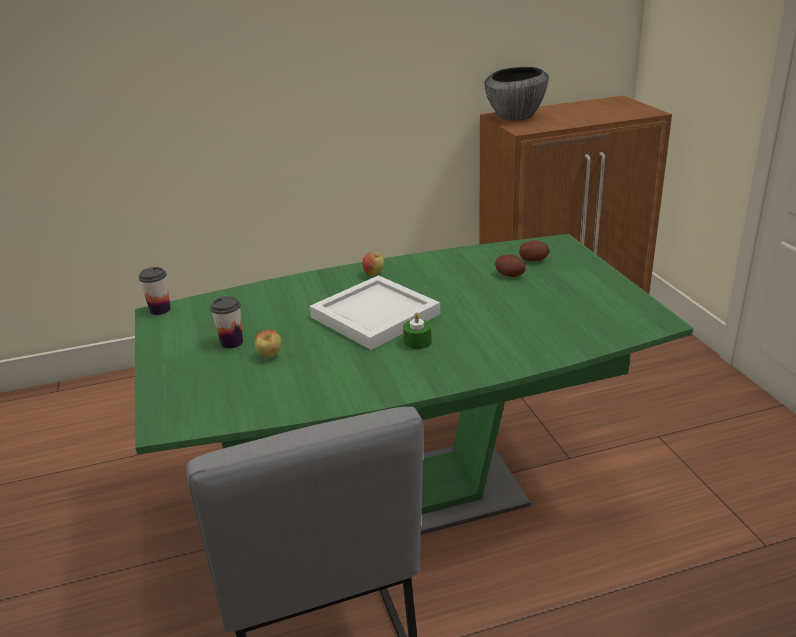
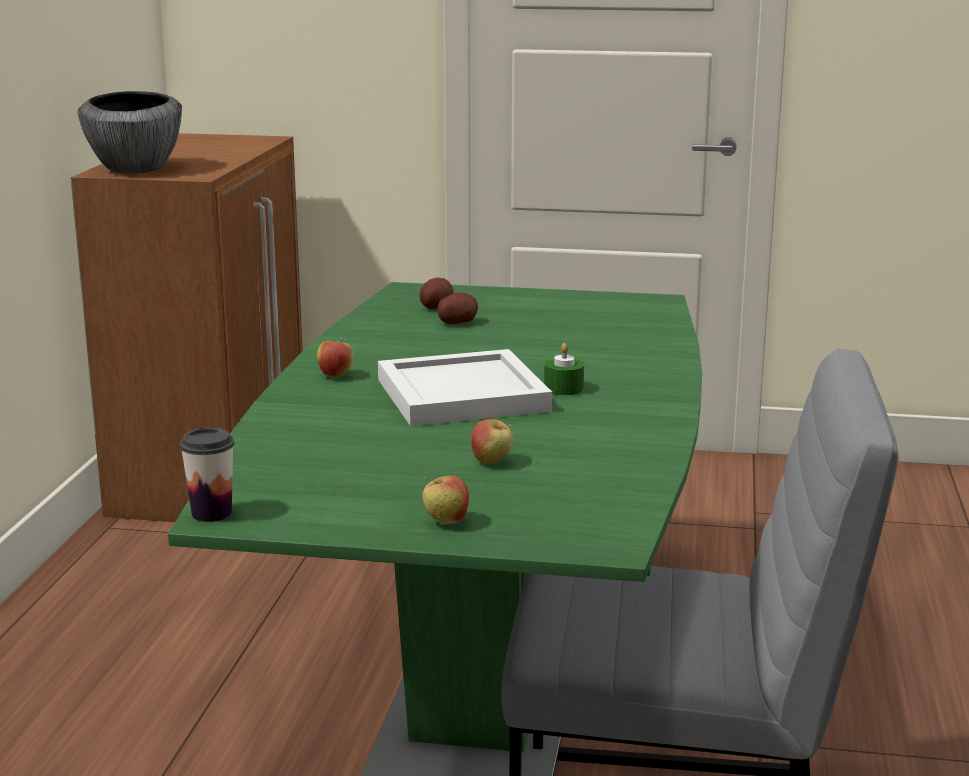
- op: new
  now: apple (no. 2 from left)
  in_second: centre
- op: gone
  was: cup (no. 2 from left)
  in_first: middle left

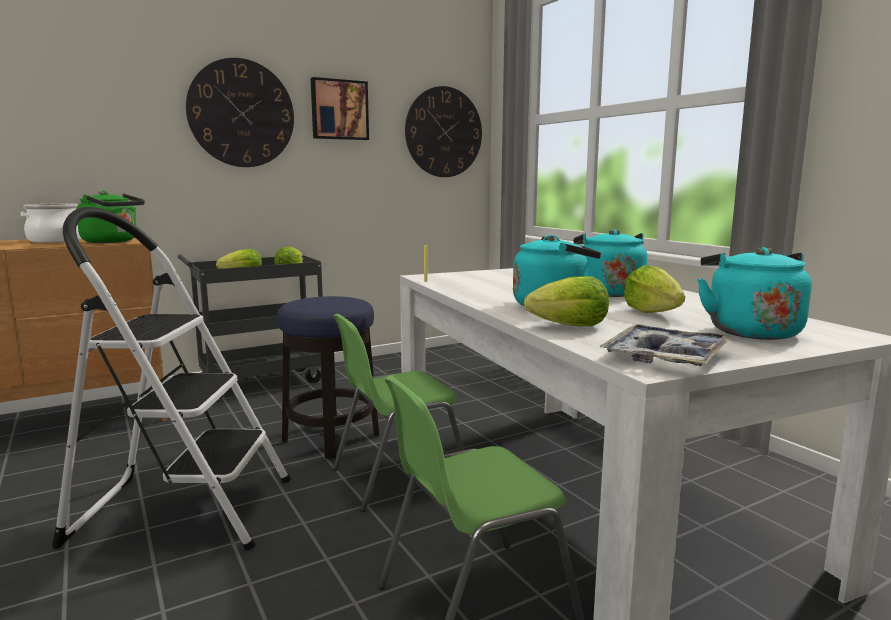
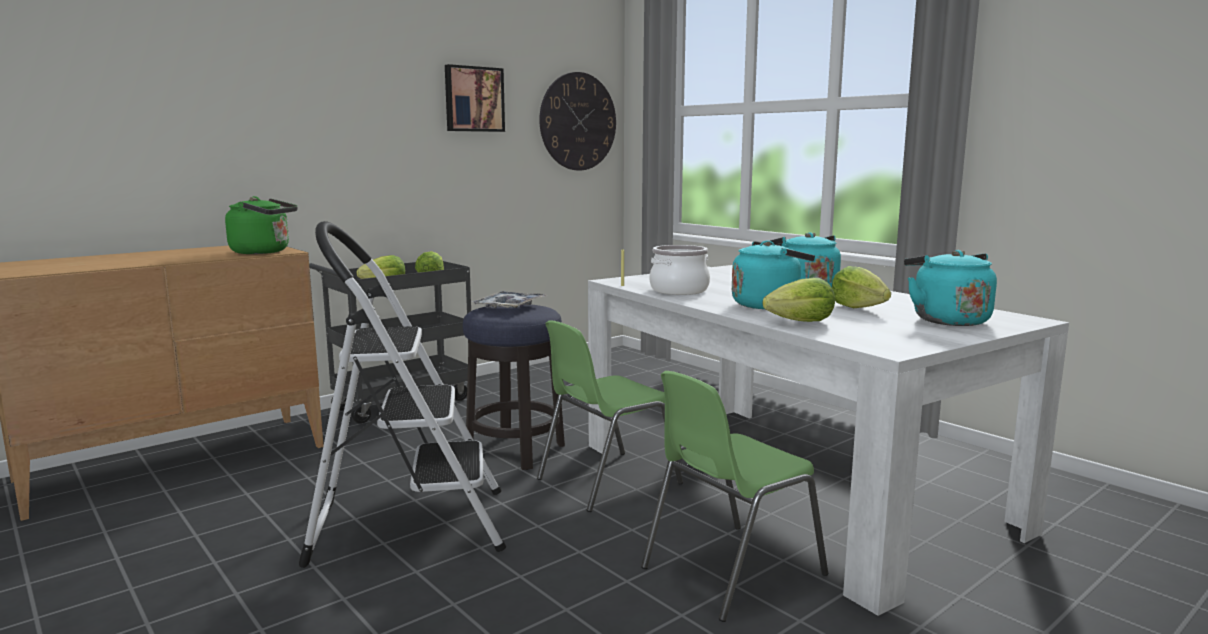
- op: shifted
  was: tray
  in_first: middle right
  in_second: centre
- op: shifted
  was: cooking pot
  in_first: middle left
  in_second: centre
- op: gone
  was: wall clock (no. 1 from left)
  in_first: top left

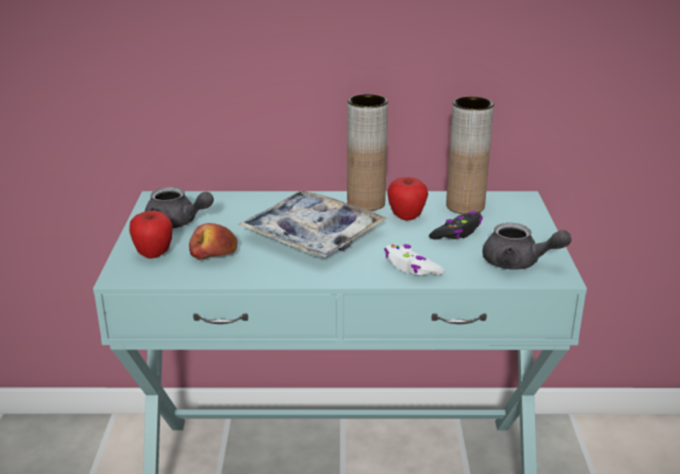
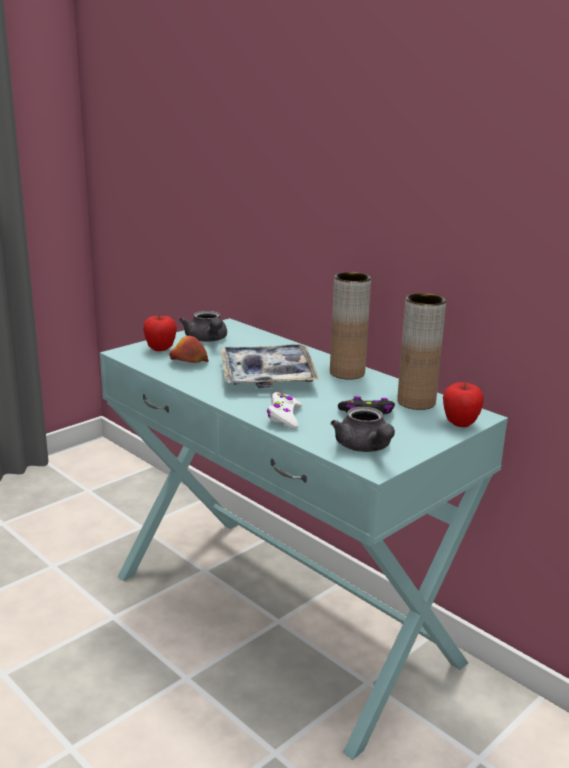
- op: shifted
  was: apple (no. 3 from left)
  in_first: centre
  in_second: middle right

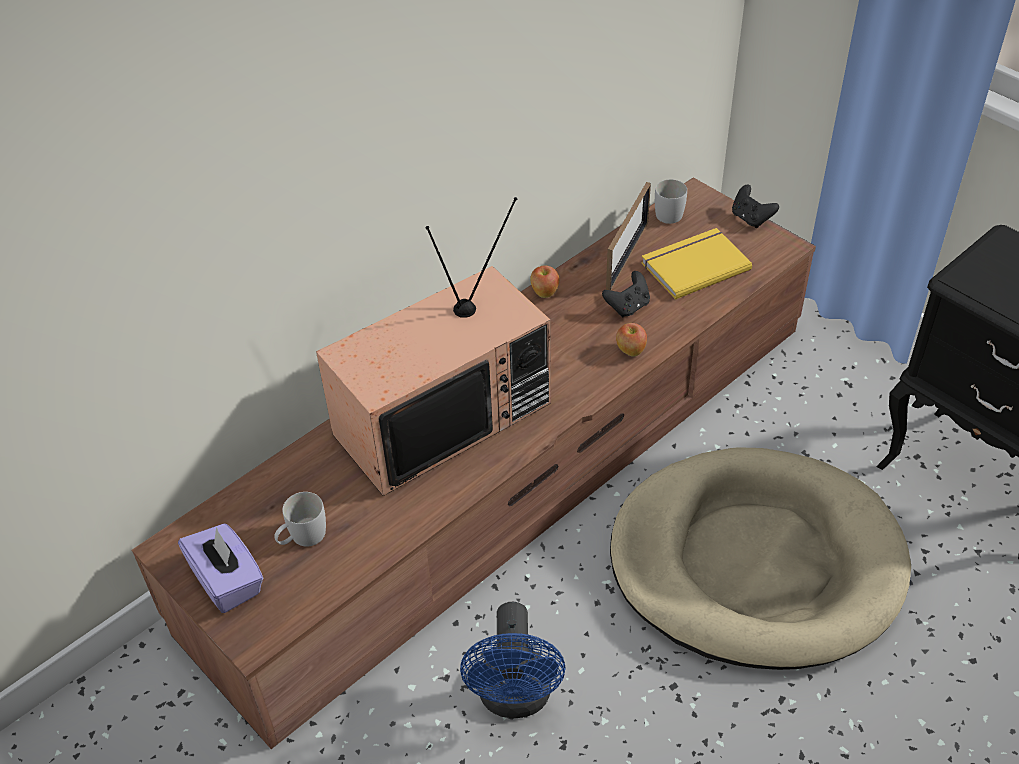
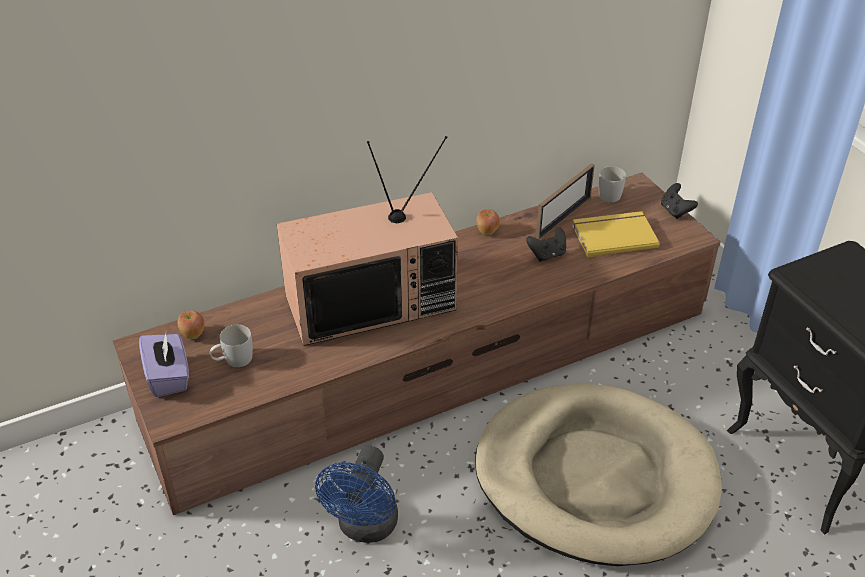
- op: shifted
  was: apple (no. 2 from left in the first image)
  now: apple (no. 1 from left)
  in_first: centre
  in_second: middle left

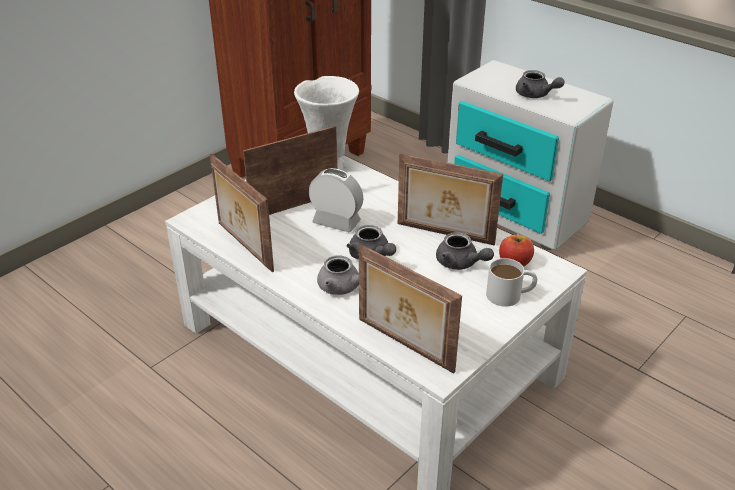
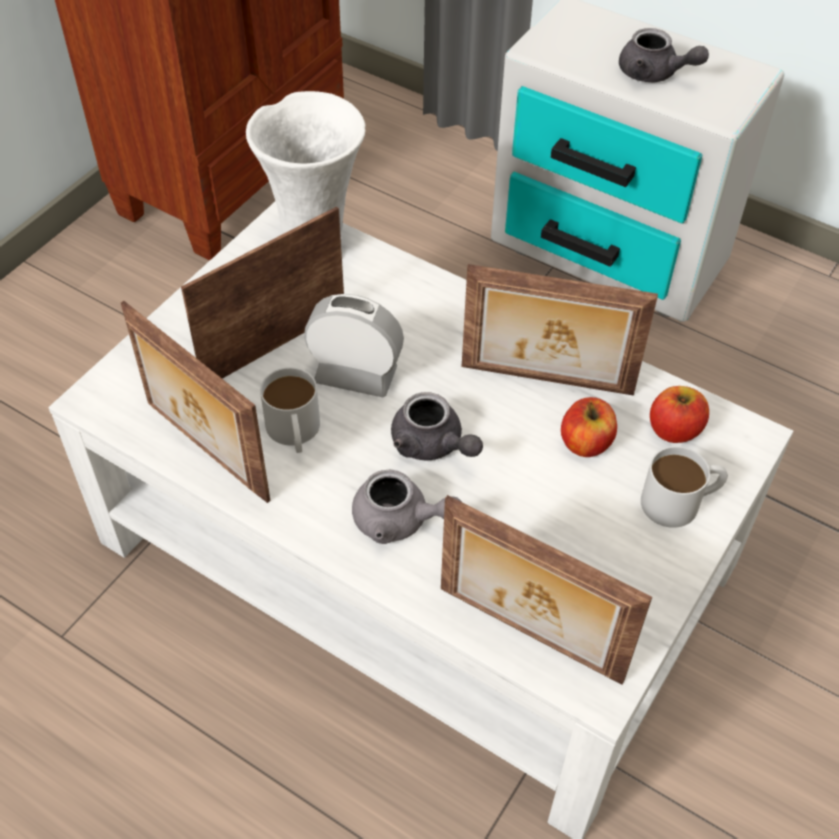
- op: new
  now: white mug (no. 1 from left)
  in_second: centre
- op: swapped
  was: grey teapot (no. 3 from left)
  now: apple (no. 1 from left)
  in_first: centre
  in_second: middle right

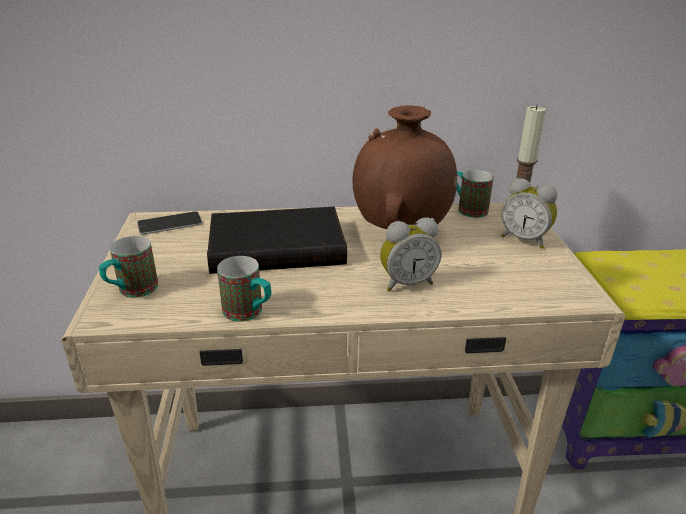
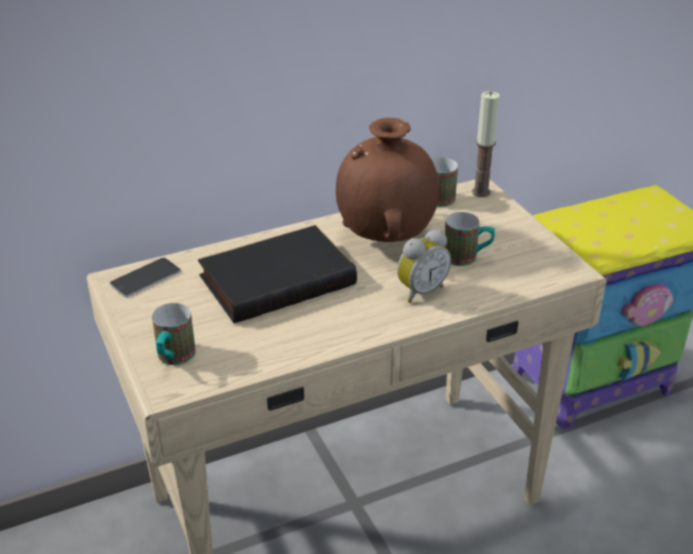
- op: shifted
  was: mug (no. 2 from left in the first image)
  now: mug (no. 3 from left)
  in_first: centre
  in_second: middle right
- op: gone
  was: alarm clock (no. 2 from left)
  in_first: middle right

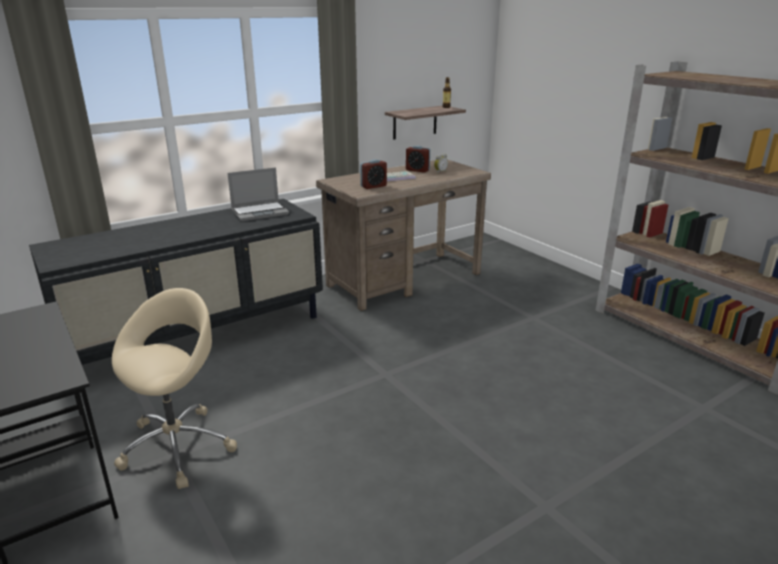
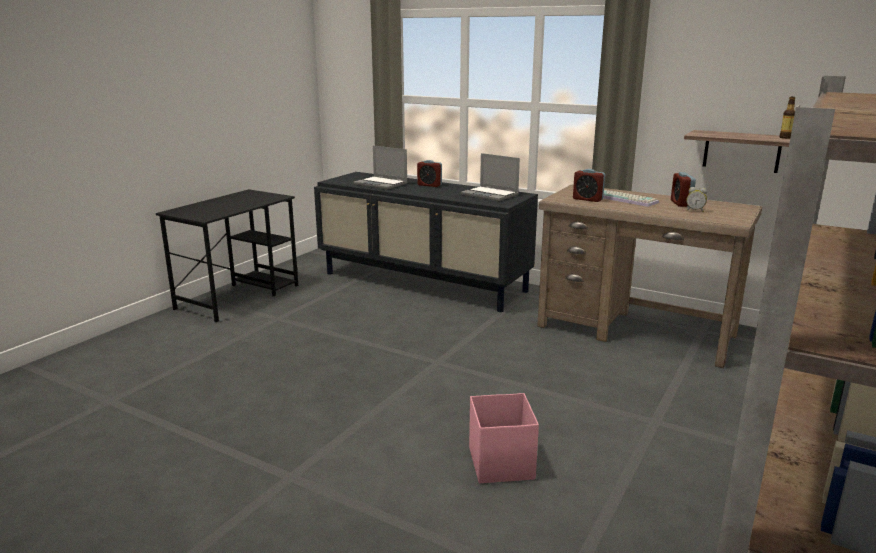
- op: new
  now: laptop (no. 1 from left)
  in_second: top centre
- op: new
  now: alarm clock (no. 1 from left)
  in_second: top centre
- op: new
  now: pink storage box
  in_second: bottom centre
- op: gone
  was: beige office chair
  in_first: bottom left

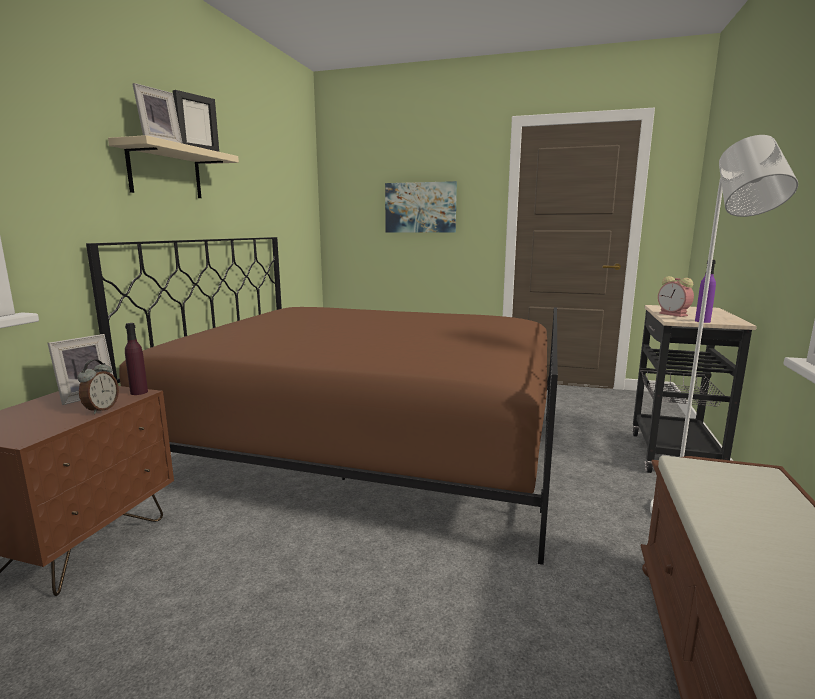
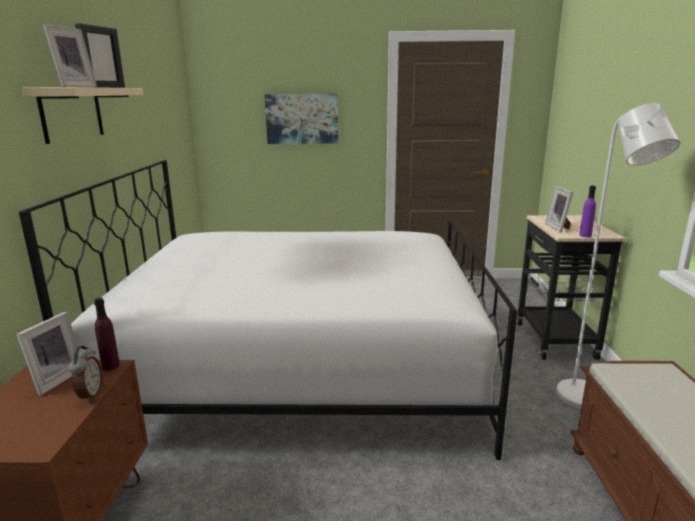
- op: repainted
  was: brown bed
  now: white bed
  in_first: centre
  in_second: centre
- op: swapped
  was: alarm clock (no. 2 from left)
  now: picture frame (no. 4 from left)
  in_first: middle right
  in_second: middle right

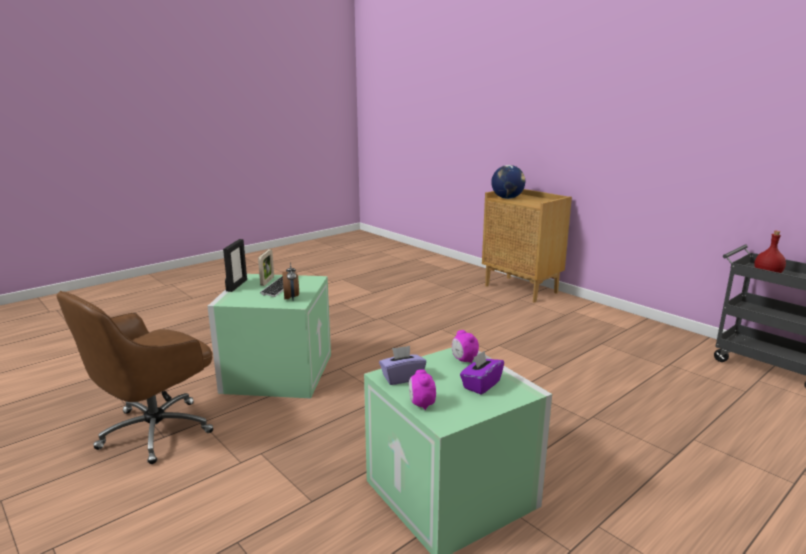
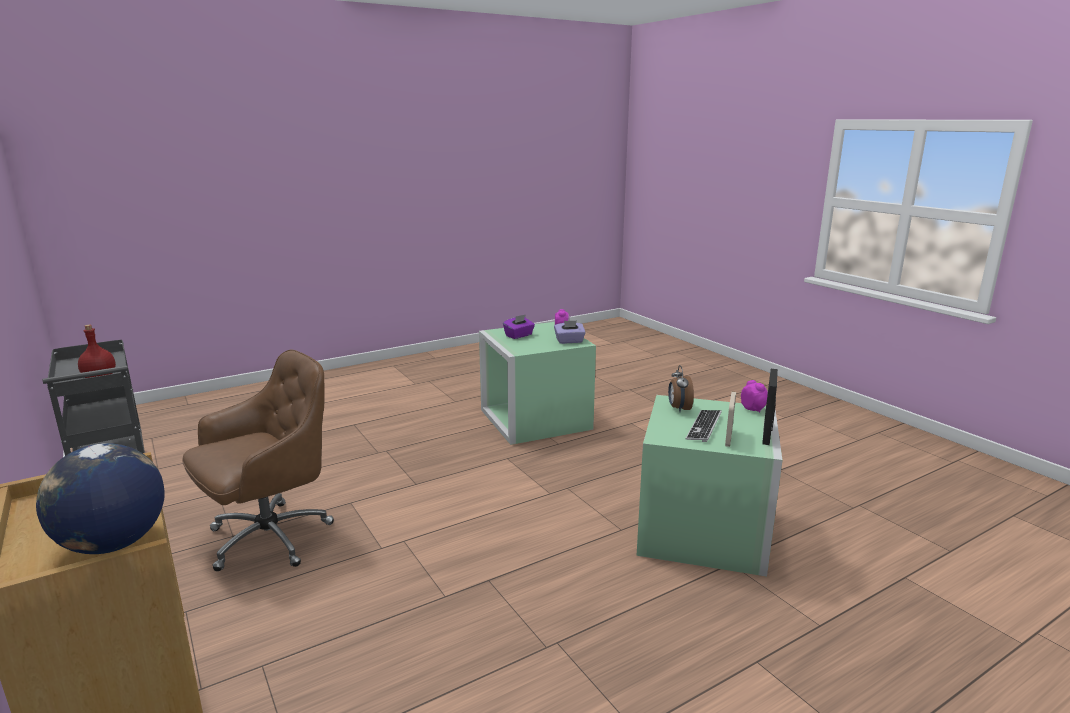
- op: shifted
  was: brown office chair
  in_first: bottom left
  in_second: middle left
- op: shifted
  was: alarm clock (no. 3 from left)
  in_first: centre
  in_second: middle right

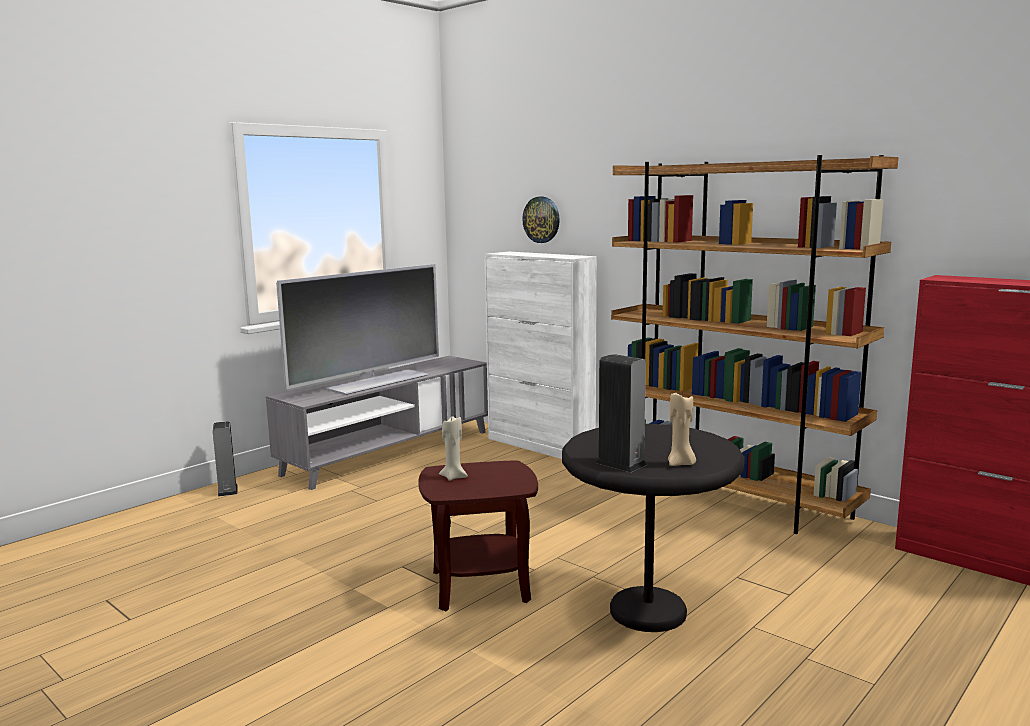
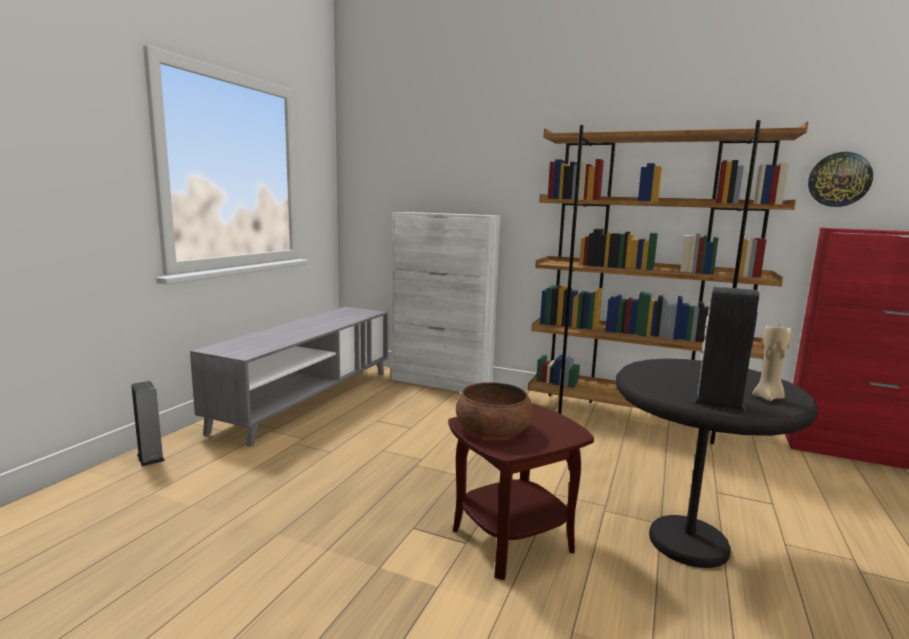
- op: swapped
  was: beige candle (no. 1 from left)
  now: brown bowl
  in_first: centre
  in_second: centre
- op: shifted
  was: wall clock
  in_first: top centre
  in_second: top right
- op: gone
  was: television
  in_first: centre

